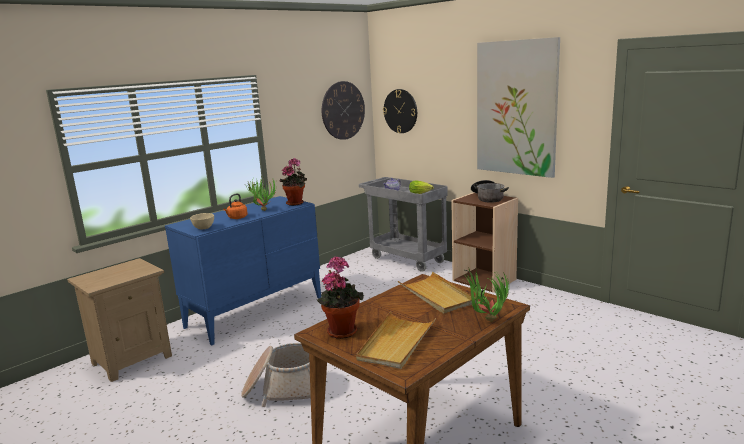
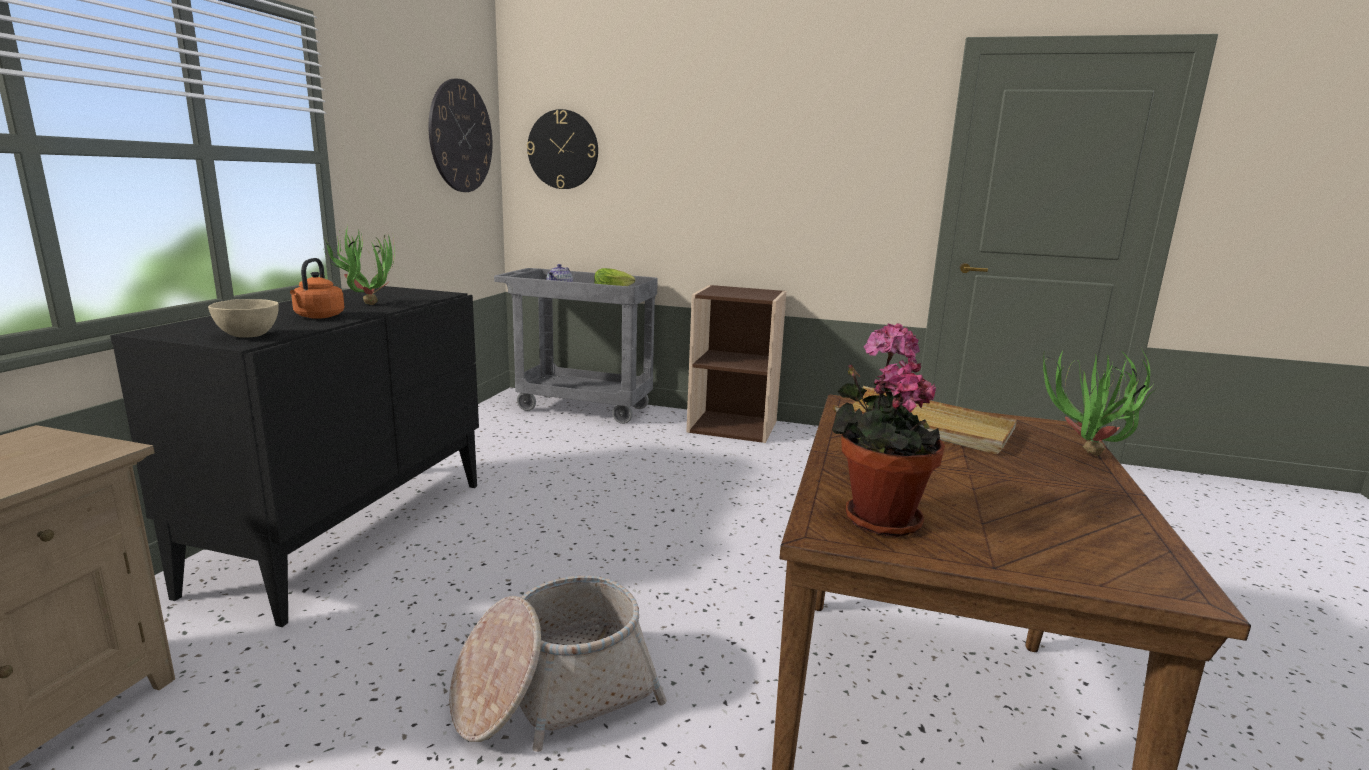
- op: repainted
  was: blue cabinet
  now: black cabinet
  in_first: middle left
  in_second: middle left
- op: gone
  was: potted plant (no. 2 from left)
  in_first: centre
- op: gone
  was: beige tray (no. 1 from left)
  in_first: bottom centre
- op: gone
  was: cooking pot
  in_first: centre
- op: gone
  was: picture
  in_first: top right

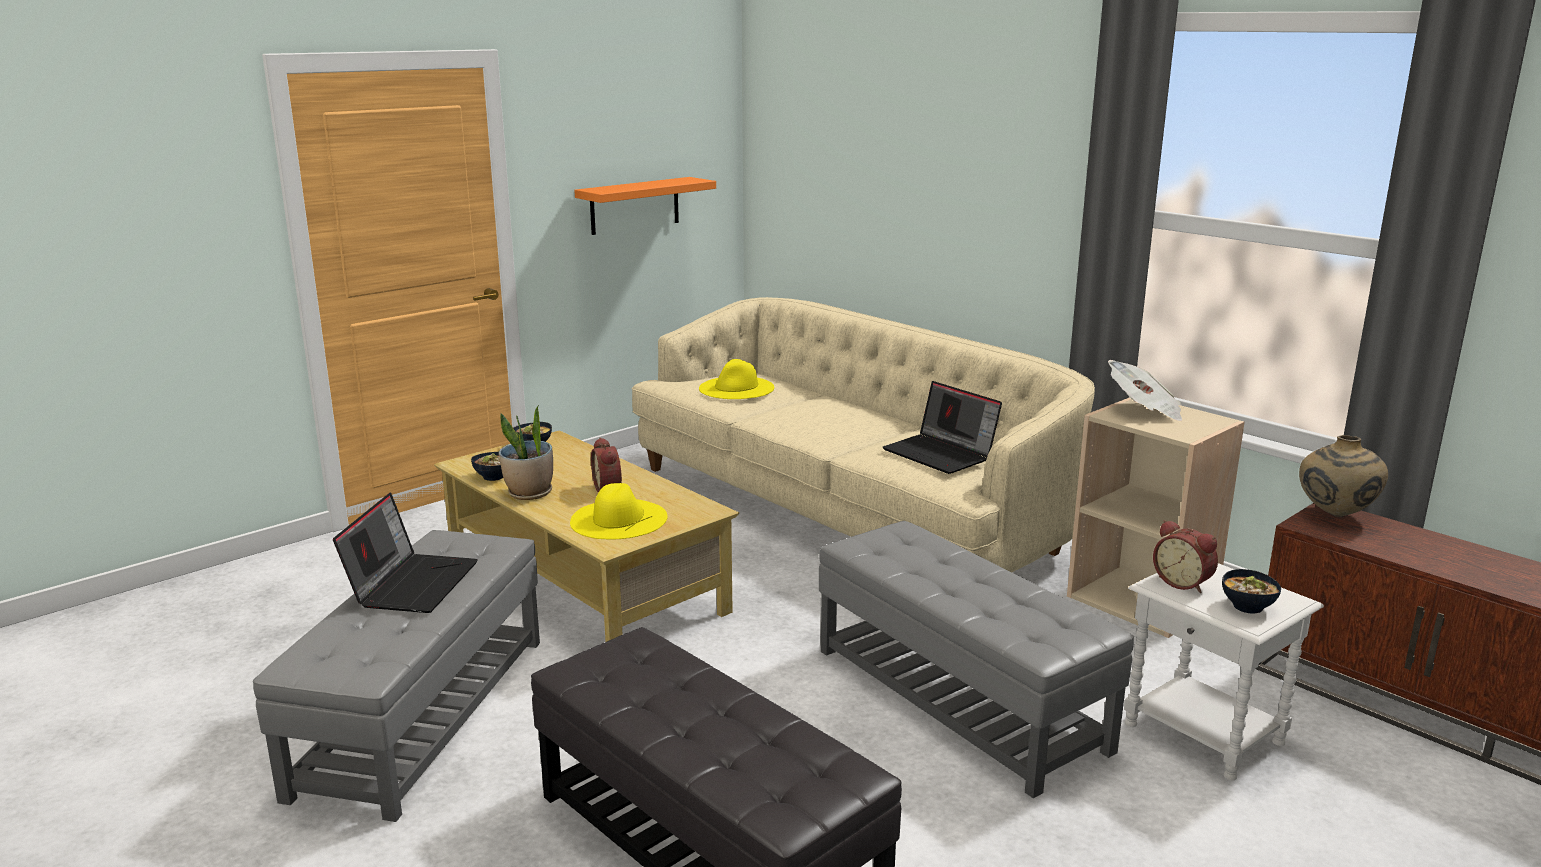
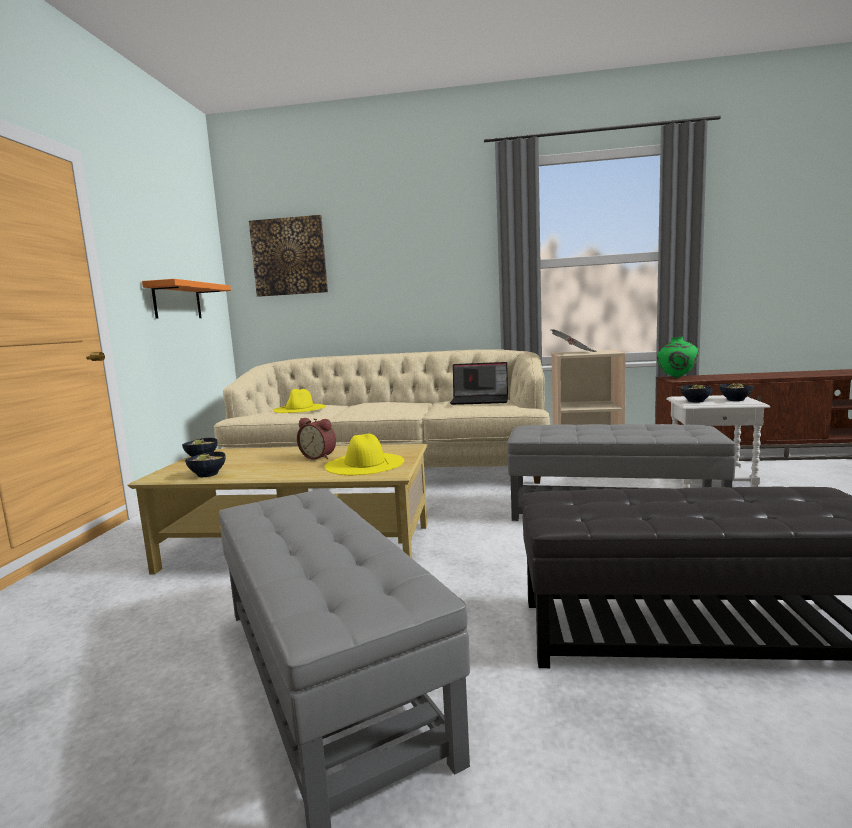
- op: new
  now: picture
  in_second: top centre
- op: repainted
  was: beige vase
  now: green vase
  in_first: middle right
  in_second: middle right
- op: swapped
  was: alarm clock (no. 2 from left)
  now: bowl (no. 3 from left)
  in_first: middle right
  in_second: middle right
- op: gone
  was: laptop (no. 1 from left)
  in_first: middle left
- op: gone
  was: potted plant
  in_first: centre

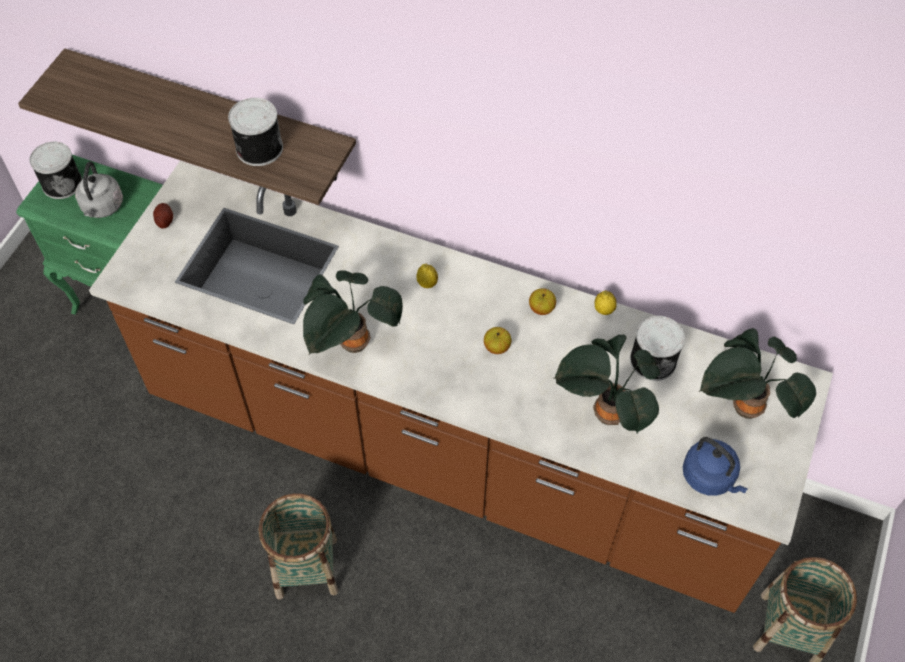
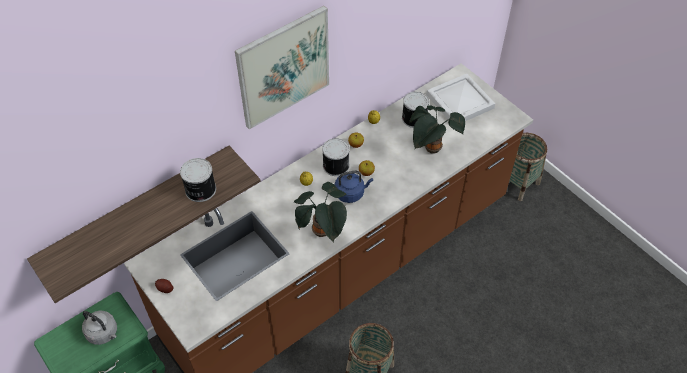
- op: new
  now: picture
  in_second: top centre
- op: shifted
  was: can (no. 1 from left in the first image)
  now: can (no. 2 from left)
  in_first: top left
  in_second: centre
- op: shifted
  was: blue kettle
  in_first: bottom right
  in_second: centre
- op: swapped
  was: potted plant (no. 3 from left)
  now: white tray
  in_first: middle right
  in_second: top right

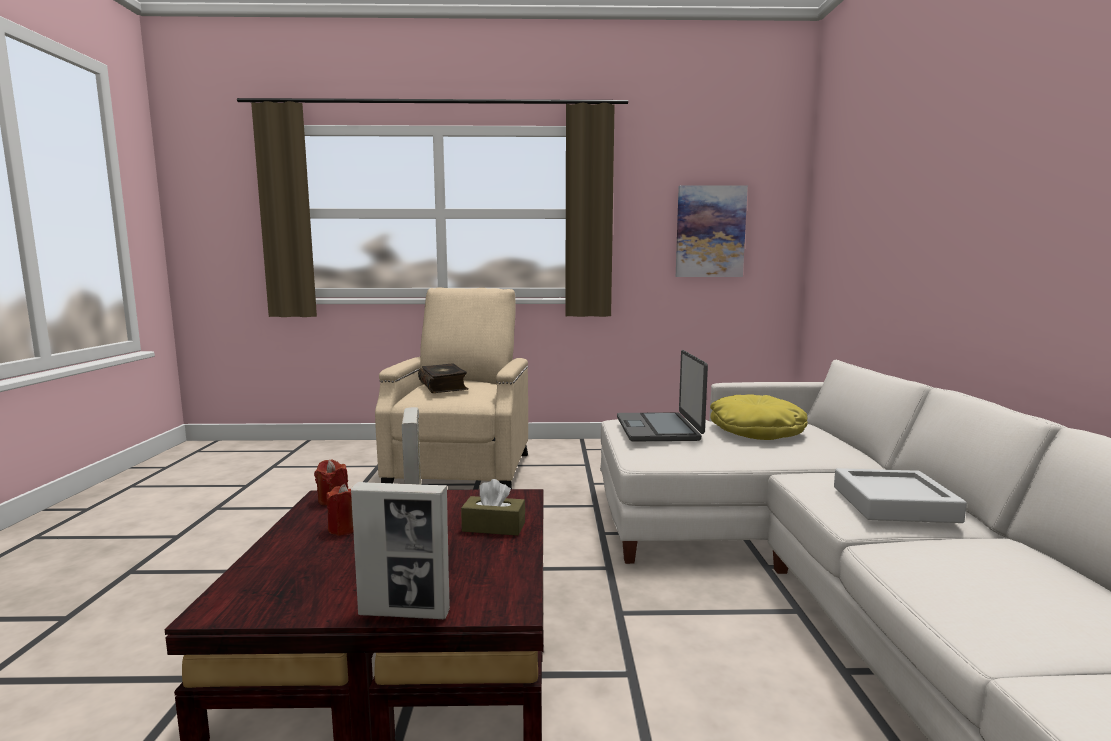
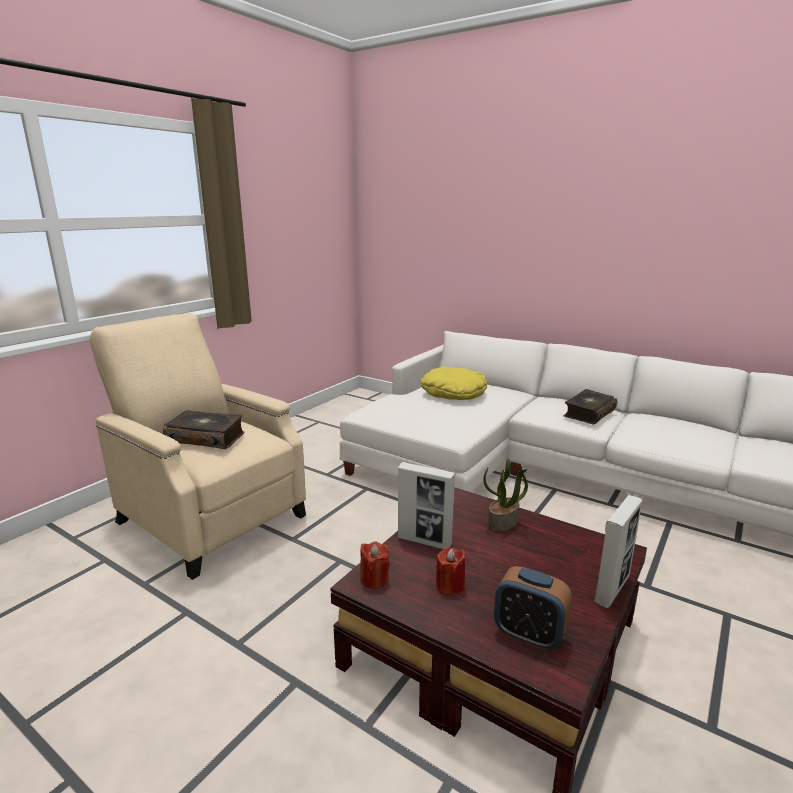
- op: swapped
  was: brown tissue box
  now: potted plant
  in_first: bottom centre
  in_second: centre
- op: new
  now: alarm clock
  in_second: bottom right
- op: swapped
  was: grey tray
  now: book (no. 2 from left)
  in_first: bottom right
  in_second: middle right
- op: gone
  was: laptop
  in_first: centre
- op: gone
  was: picture
  in_first: top centre

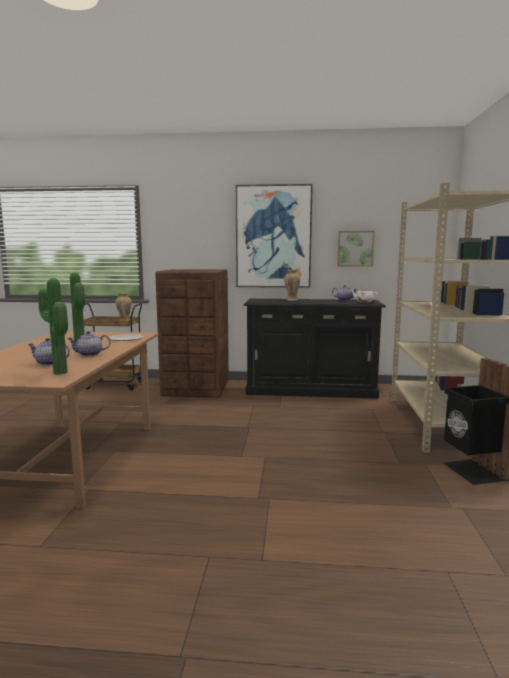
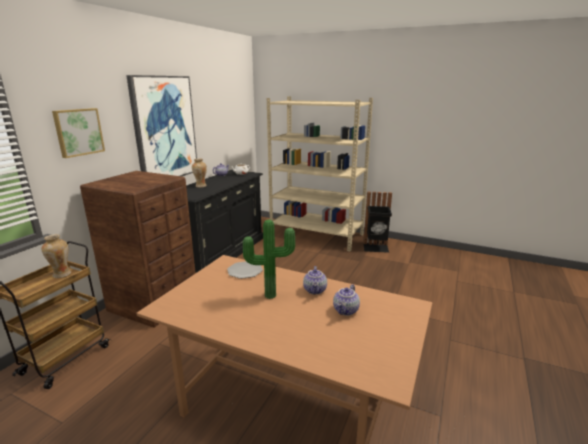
- op: shifted
  was: picture (no. 2 from left in the first image)
  now: picture (no. 1 from left)
  in_first: middle right
  in_second: top left
- op: gone
  was: potted plant (no. 1 from left)
  in_first: middle left

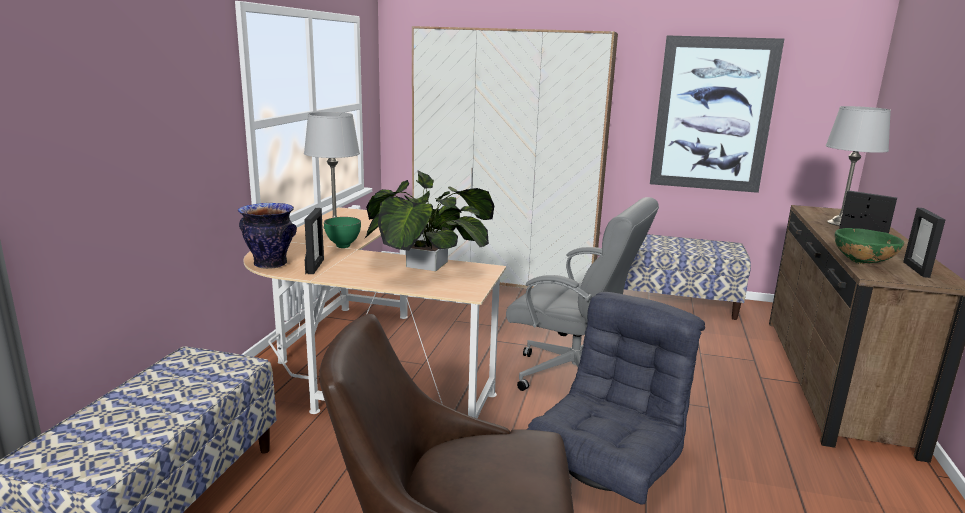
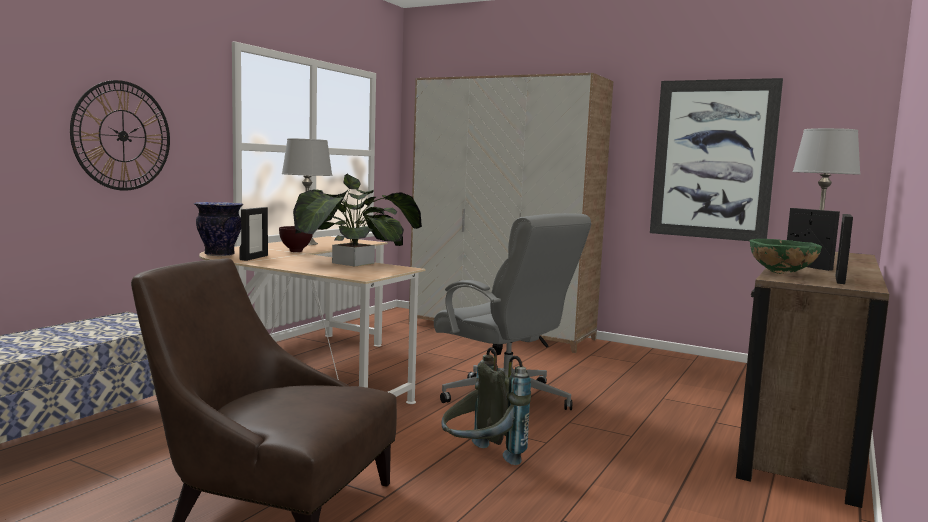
- op: new
  now: wall clock
  in_second: top left
- op: repainted
  was: green bowl (no. 1 from left)
  now: brown bowl
  in_first: centre
  in_second: middle left
- op: swapped
  was: grey armchair
  now: grey backpack
  in_first: bottom centre
  in_second: bottom centre
- op: gone
  was: bench (no. 2 from left)
  in_first: middle right

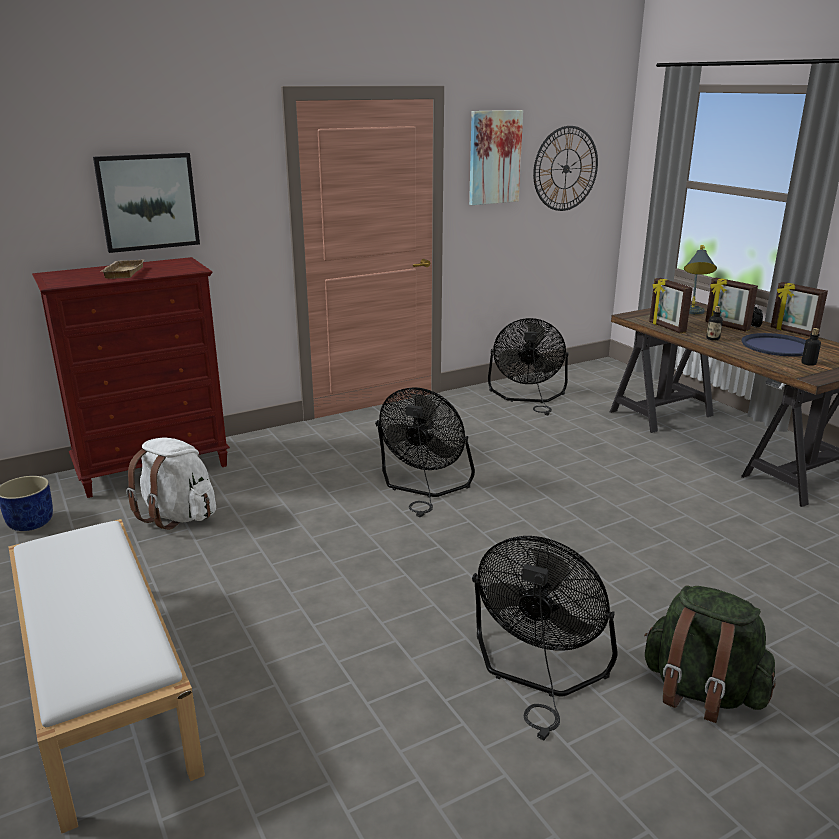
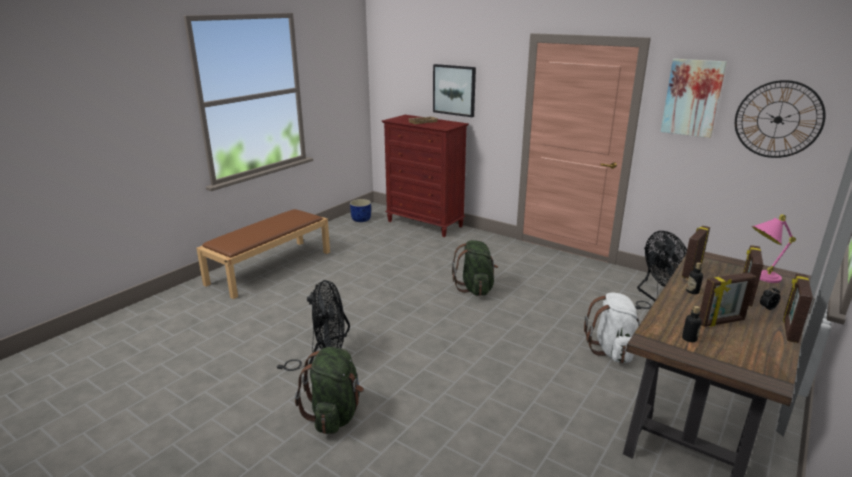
- op: repainted
  was: white bench
  now: brown bench
  in_first: bottom left
  in_second: middle left
- op: swapped
  was: black fan (no. 1 from left)
  now: green backpack (no. 2 from left)
  in_first: centre
  in_second: centre
- op: shifted
  was: white backpack
  in_first: middle left
  in_second: bottom right
- op: swapped
  was: blue tray
  now: picture frame (no. 2 from left)
  in_first: middle right
  in_second: middle right
- op: repainted
  was: grey table lamp
  now: pink table lamp
  in_first: top right
  in_second: middle right

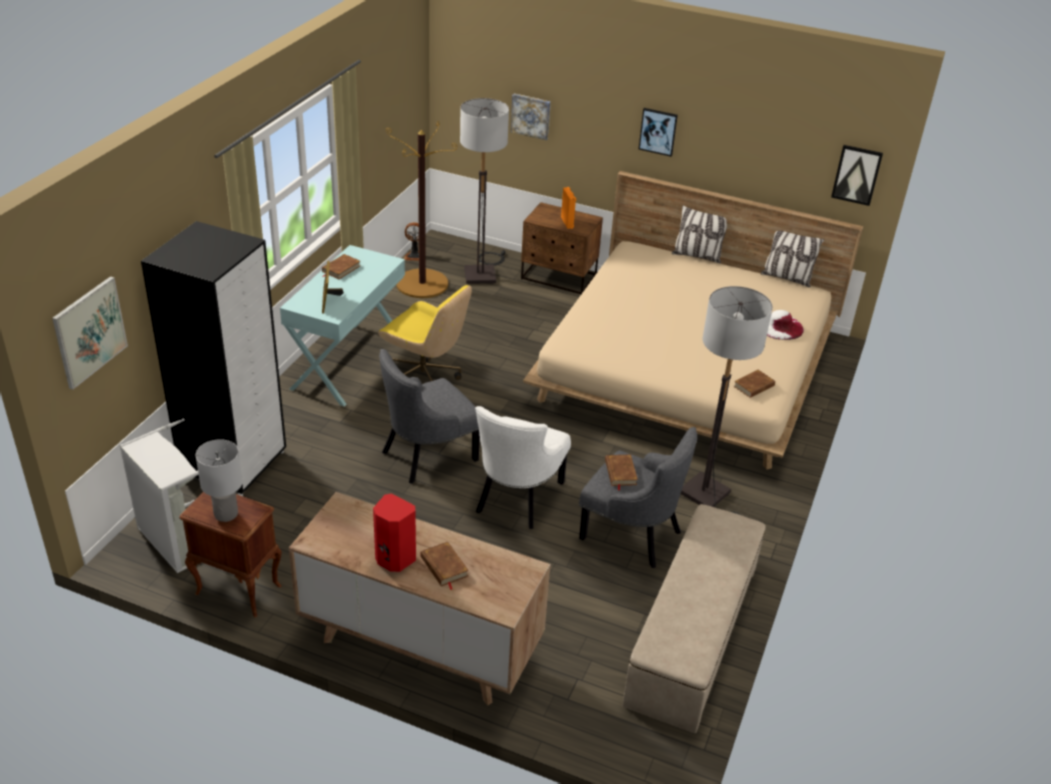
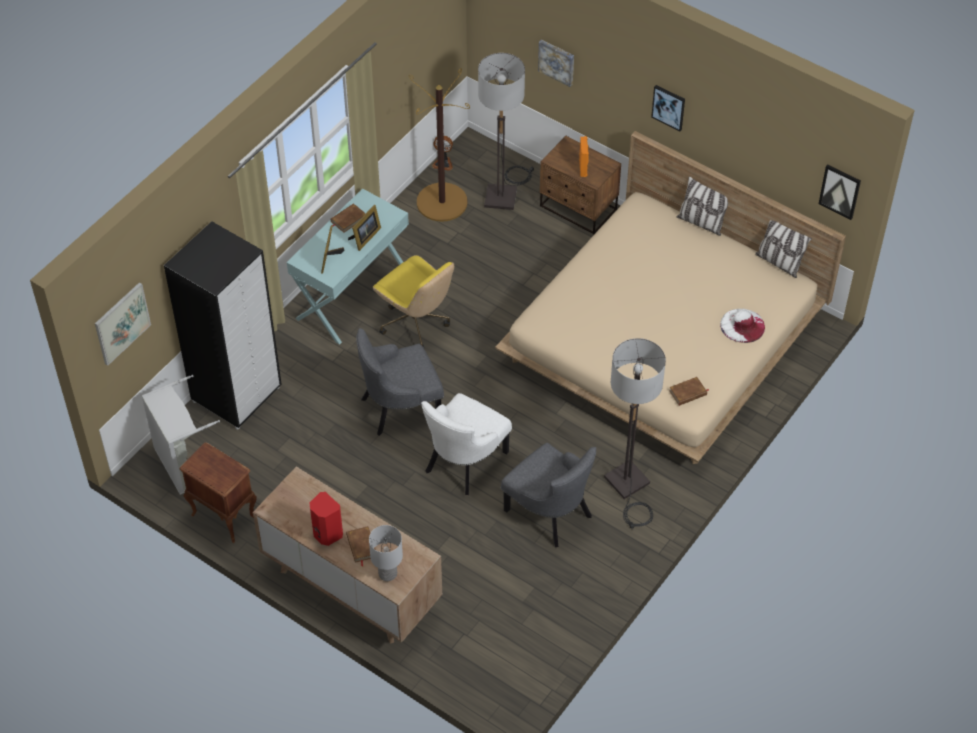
- op: new
  now: picture frame (no. 2 from left)
  in_second: top centre
- op: shifted
  was: grey table lamp
  in_first: middle left
  in_second: bottom centre
- op: gone
  was: brown book (no. 3 from left)
  in_first: centre
- op: gone
  was: beige bench
  in_first: bottom centre

